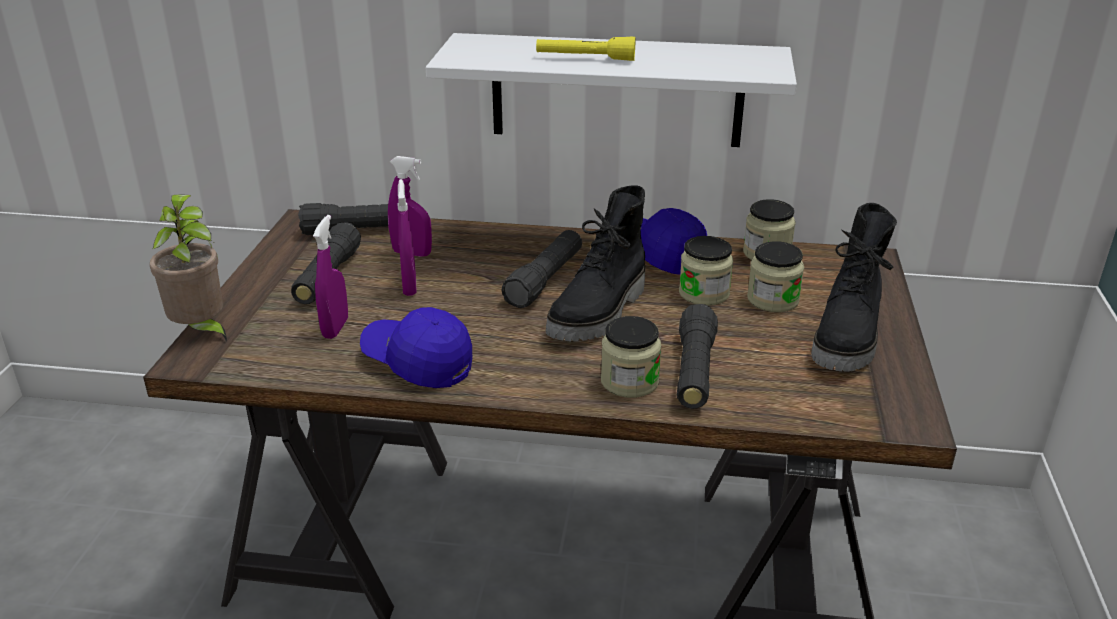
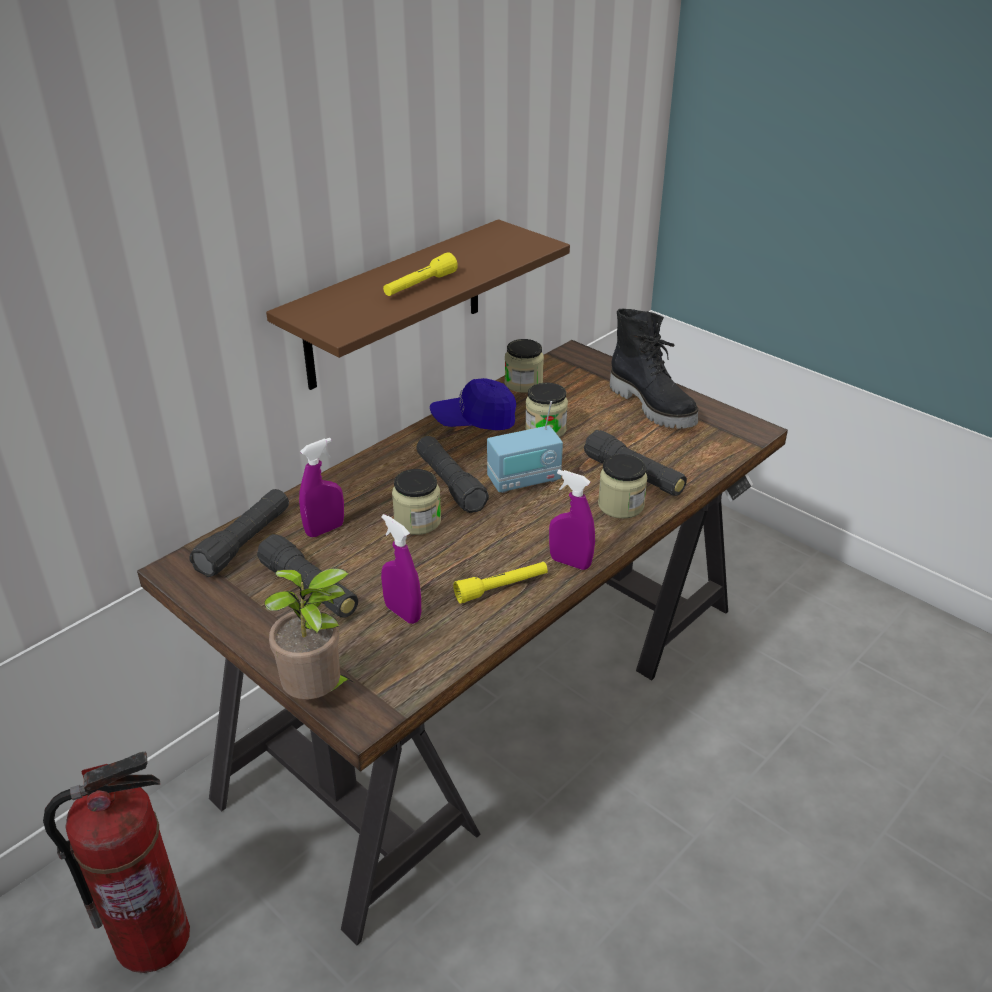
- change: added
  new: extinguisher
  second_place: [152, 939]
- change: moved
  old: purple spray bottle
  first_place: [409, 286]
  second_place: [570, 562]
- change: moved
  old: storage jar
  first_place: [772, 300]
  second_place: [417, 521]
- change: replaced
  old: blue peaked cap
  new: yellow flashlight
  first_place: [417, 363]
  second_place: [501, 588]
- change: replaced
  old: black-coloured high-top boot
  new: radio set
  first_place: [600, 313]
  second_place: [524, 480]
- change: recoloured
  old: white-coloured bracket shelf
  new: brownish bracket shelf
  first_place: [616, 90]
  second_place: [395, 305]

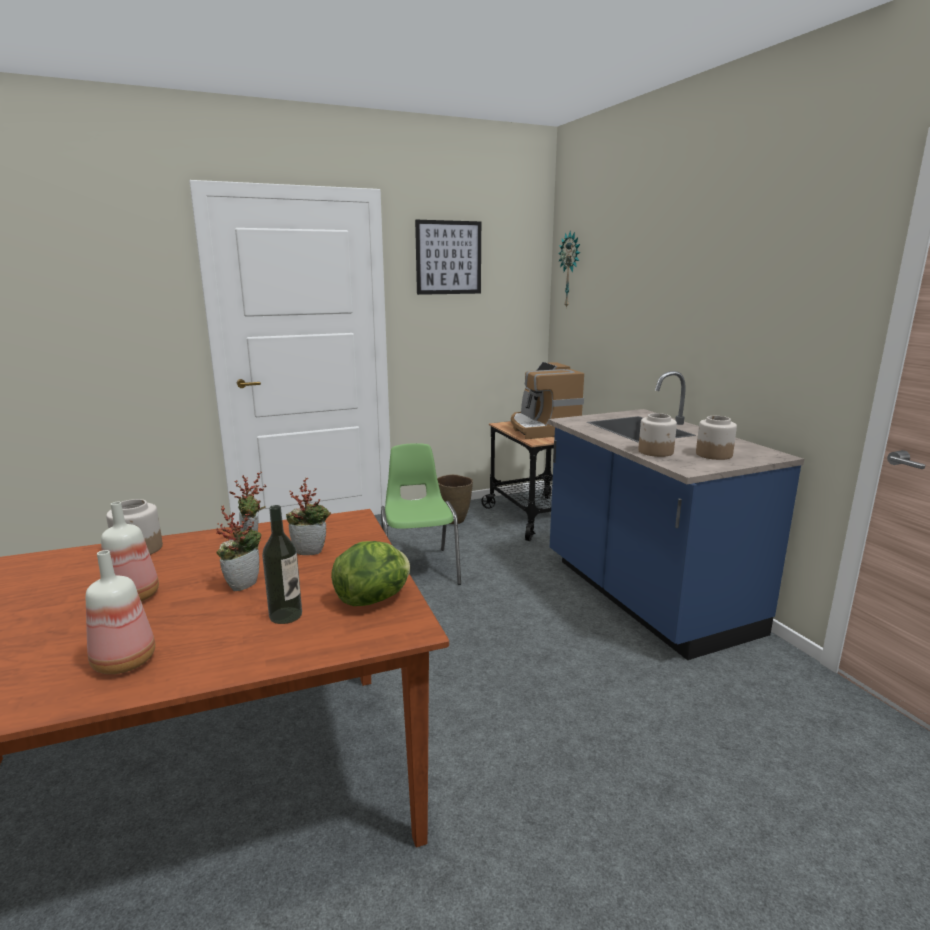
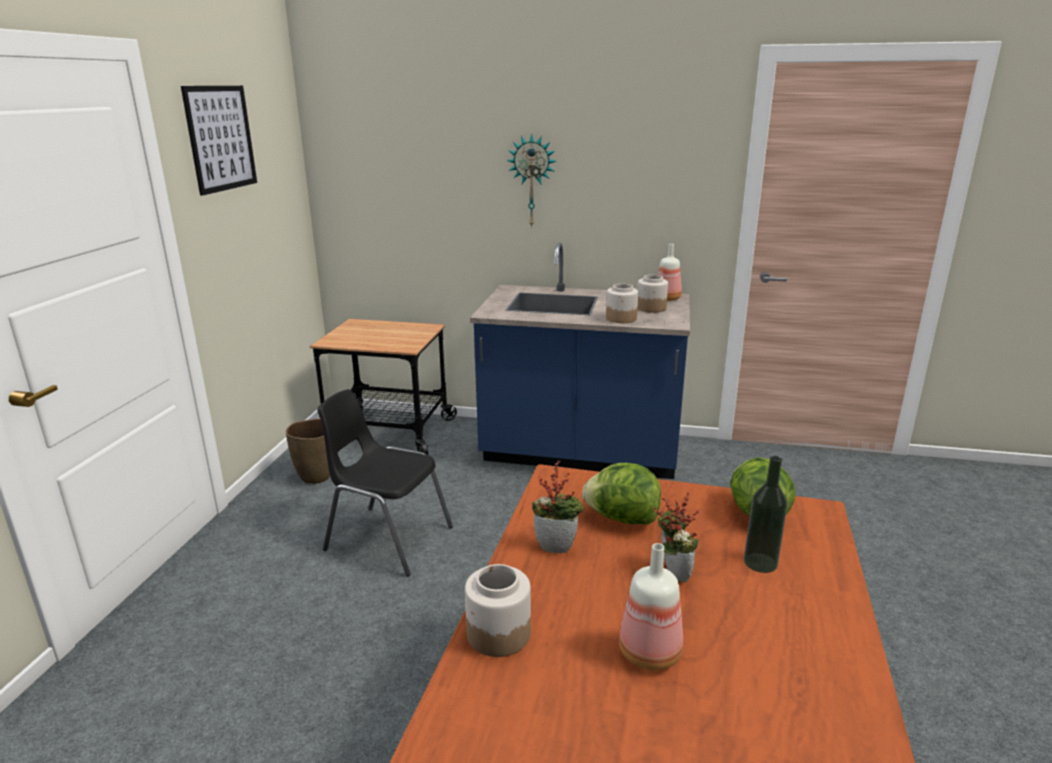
- change: removed
  old: coffee brewer
  first_place: [542, 429]
- change: moved
  old: bottle
  first_place: [126, 662]
  second_place: [668, 298]
- change: moved
  old: clock on the wall
  first_place: [570, 270]
  second_place: [532, 181]
- change: replaced
  old: houseplant
  new: lettuce
  first_place: [311, 551]
  second_place: [622, 519]
- change: recoloured
  old: greenish plain chair
  new: black-coloured plain chair
  first_place: [419, 568]
  second_place: [387, 538]

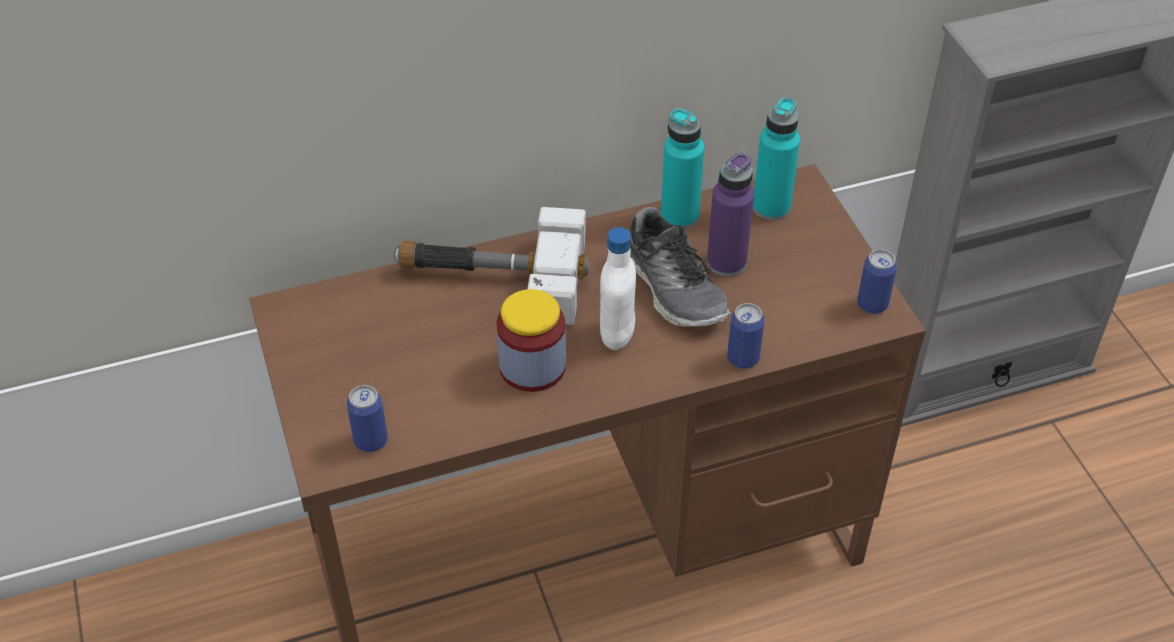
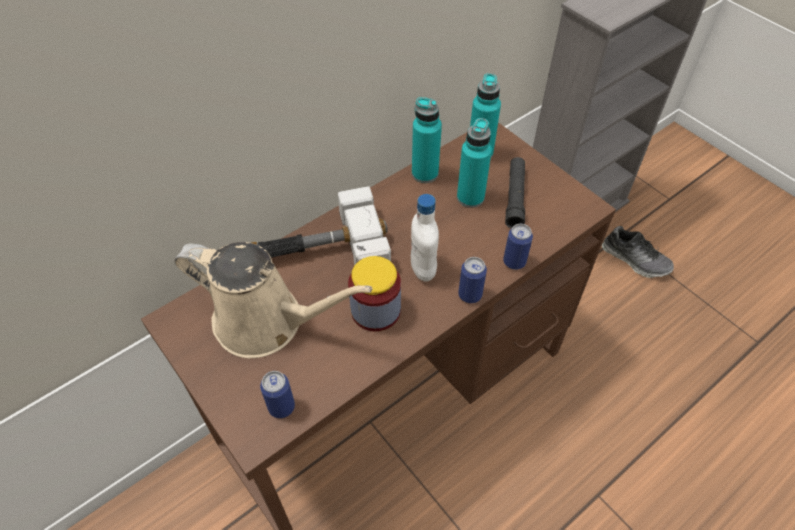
- change: added
  new: beige-coloured sprinkling can
  second_place: [266, 322]
- change: added
  new: black-coloured flashlight
  second_place: [515, 197]
- change: moved
  old: item of footwear
  first_place: [673, 288]
  second_place: [635, 259]
- change: moved
  old: can
  first_place: [872, 304]
  second_place: [470, 295]
- change: recoloured
  old: purple bottle
  new: turquoise-coloured bottle
  first_place: [726, 262]
  second_place: [470, 197]

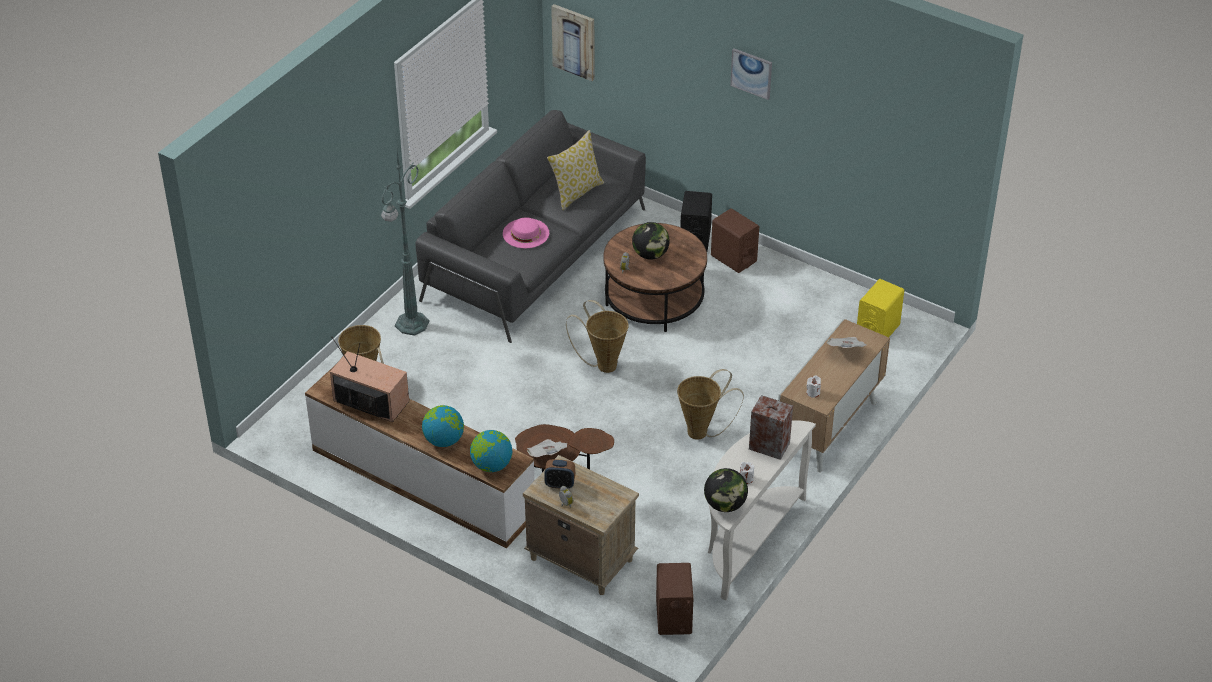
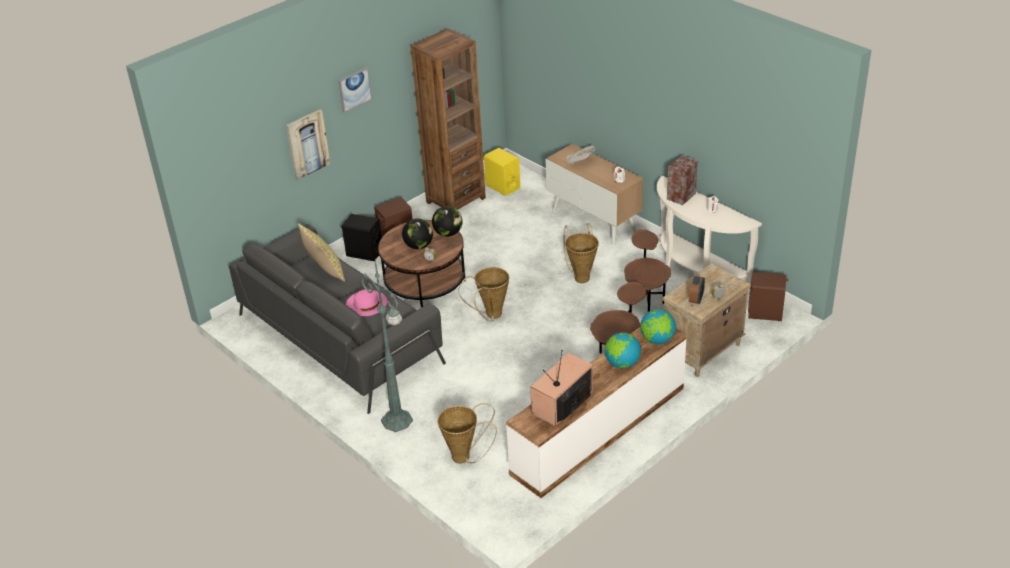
- change: removed
  old: daily paper
  first_place: [547, 455]
- change: added
  new: brownish bookcase
  second_place: [455, 200]
- change: added
  new: brownish side table
  second_place: [645, 298]
- change: moved
  old: picture
  first_place: [574, 41]
  second_place: [307, 144]
- change: moved
  old: world globe
  first_place: [725, 505]
  second_place: [448, 233]

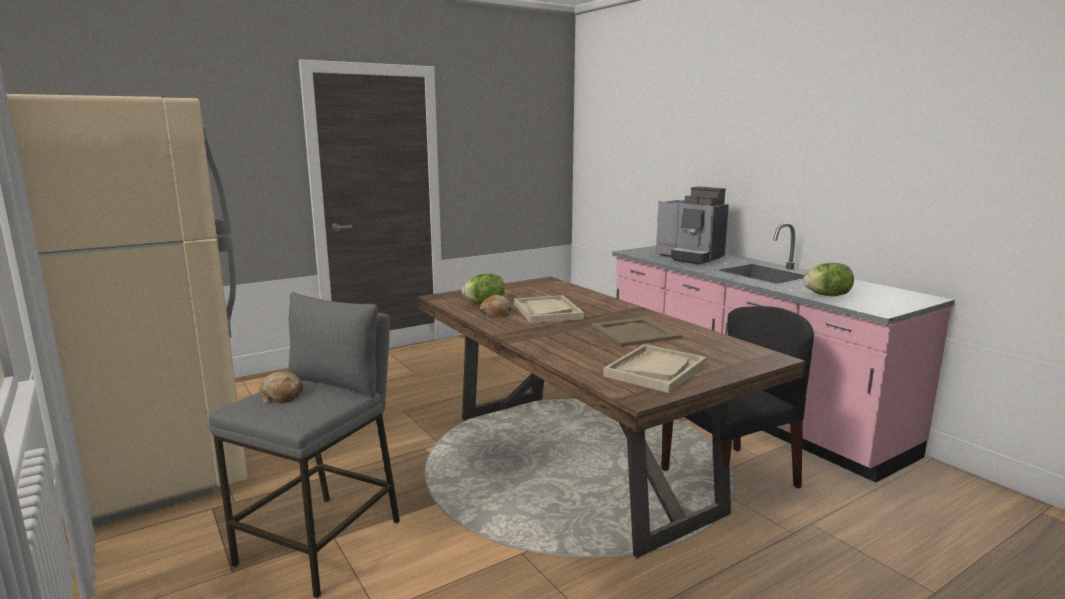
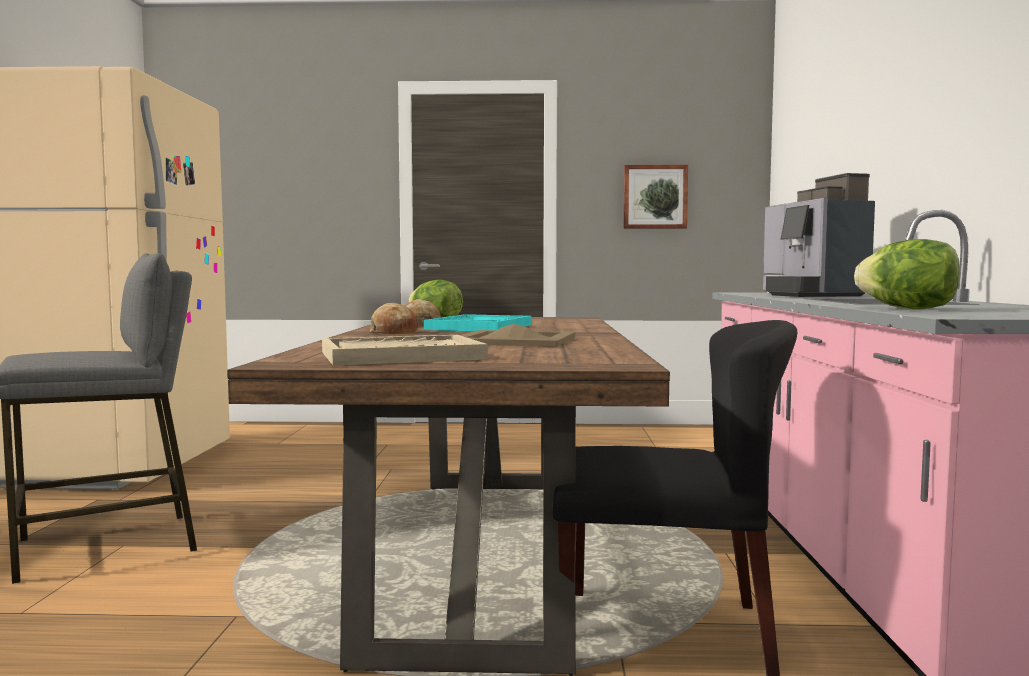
- change: added
  new: picture
  second_place: [654, 197]
- change: moved
  old: bakery bread
  first_place: [282, 396]
  second_place: [393, 332]
- change: recoloured
  old: beige-coloured carrying tray
  new: turquoise-coloured carrying tray
  first_place: [547, 311]
  second_place: [479, 327]

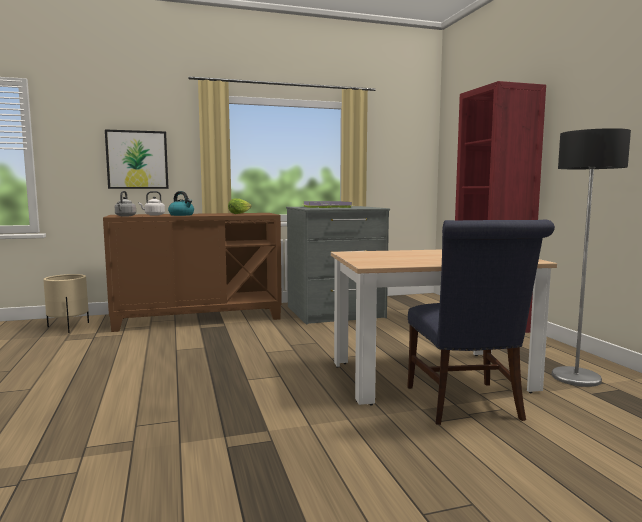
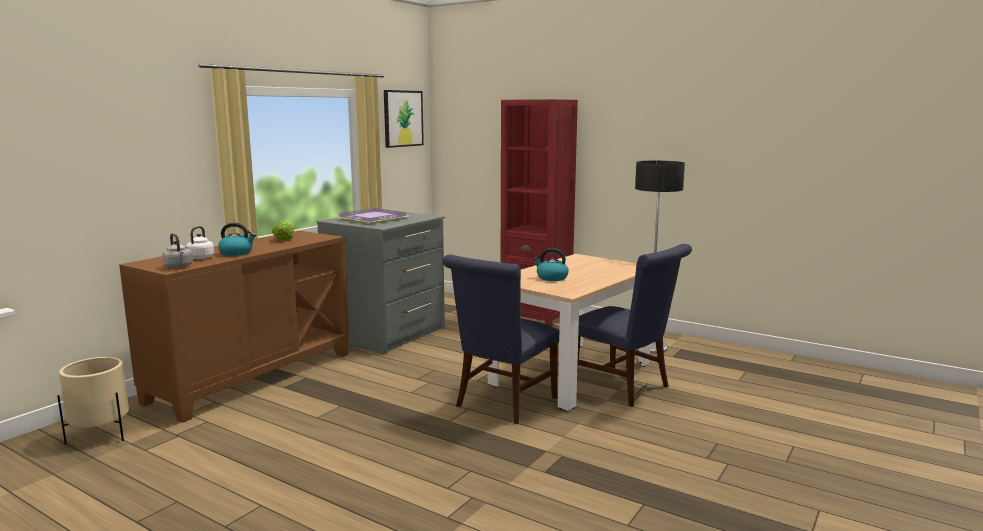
- change: added
  new: blue plain chair
  second_place: [502, 404]
- change: added
  new: tea kettle
  second_place: [551, 278]
- change: moved
  old: picture
  first_place: [137, 160]
  second_place: [403, 118]

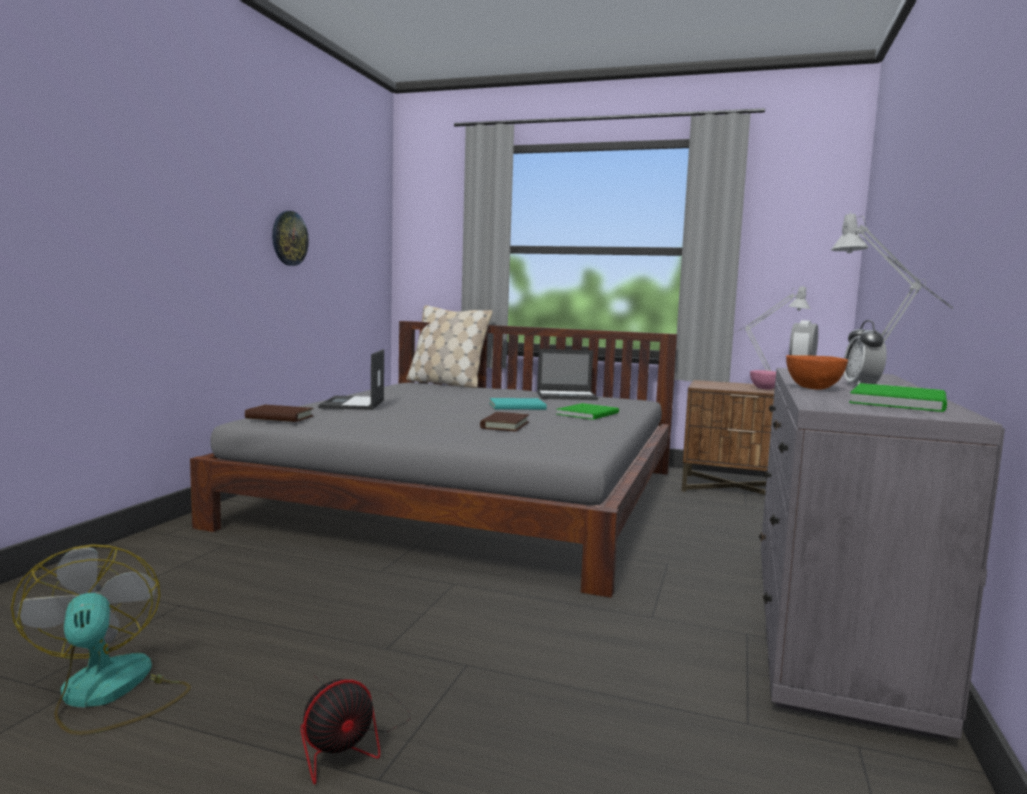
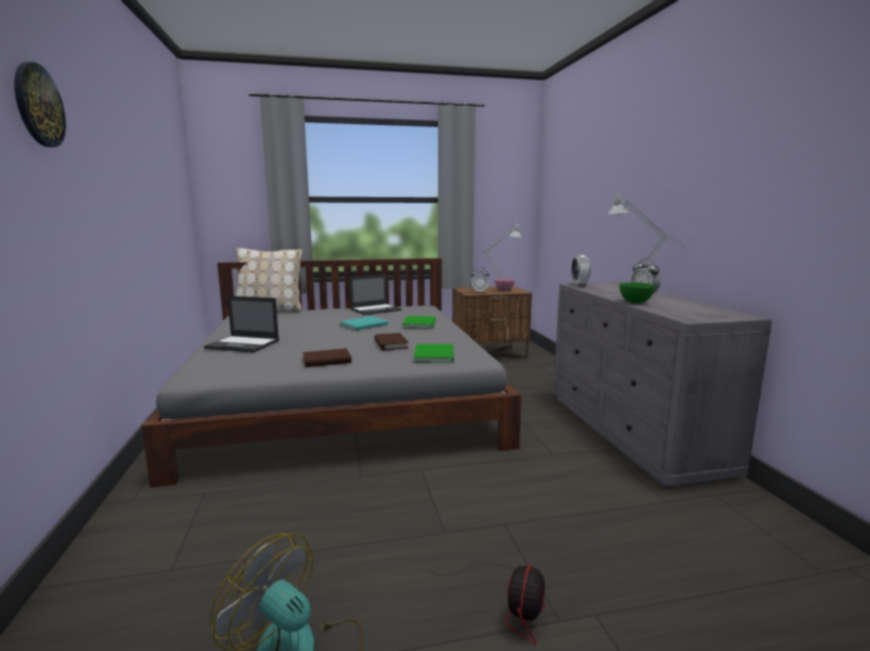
- change: added
  new: bedside clock
  second_place: [479, 292]
- change: moved
  old: brownish bound book
  first_place: [279, 417]
  second_place: [327, 361]
- change: moved
  old: clock on the wall
  first_place: [289, 238]
  second_place: [38, 105]
- change: moved
  old: greenish bound book
  first_place: [901, 401]
  second_place: [435, 354]
- change: recoloured
  old: orange deep dish
  new: greenish deep dish
  first_place: [814, 388]
  second_place: [635, 302]
- change: turned
  old: portable computer
  first_place: [353, 404]
  second_place: [243, 344]
  degrees: -45

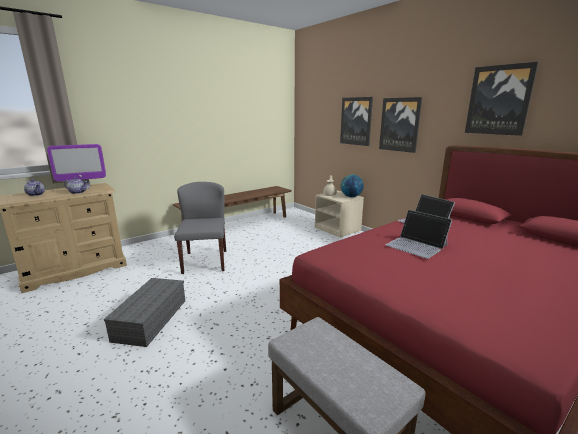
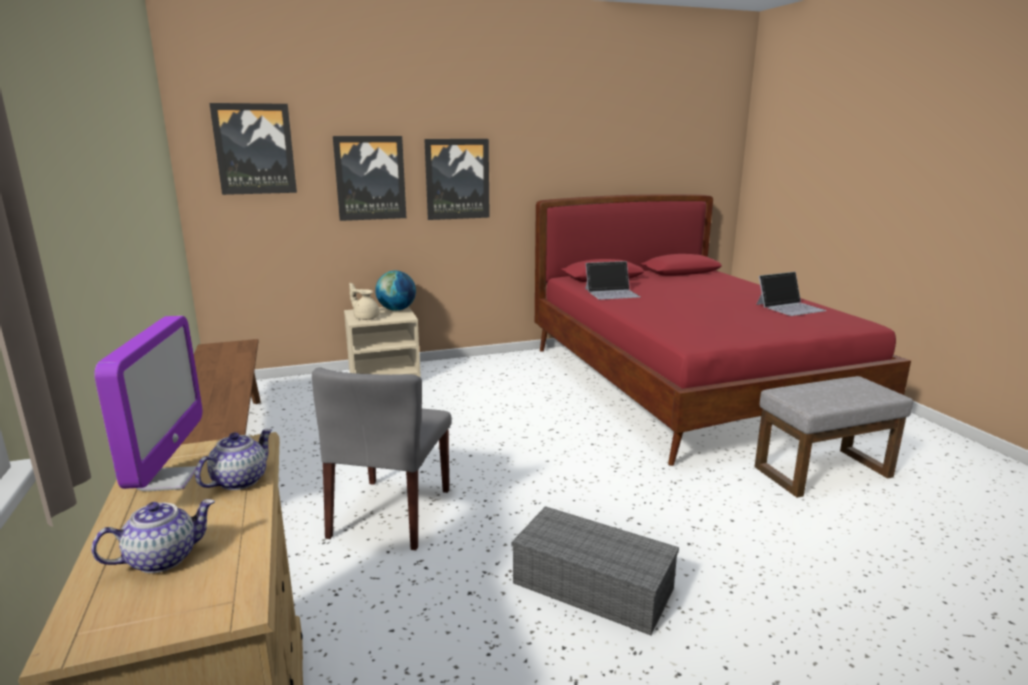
- change: moved
  old: portable computer
  first_place: [416, 245]
  second_place: [790, 307]
- change: moved
  old: picture
  first_place: [499, 100]
  second_place: [254, 149]
- change: turned
  old: grey plain chair
  first_place: [205, 261]
  second_place: [391, 513]
  degrees: -90

